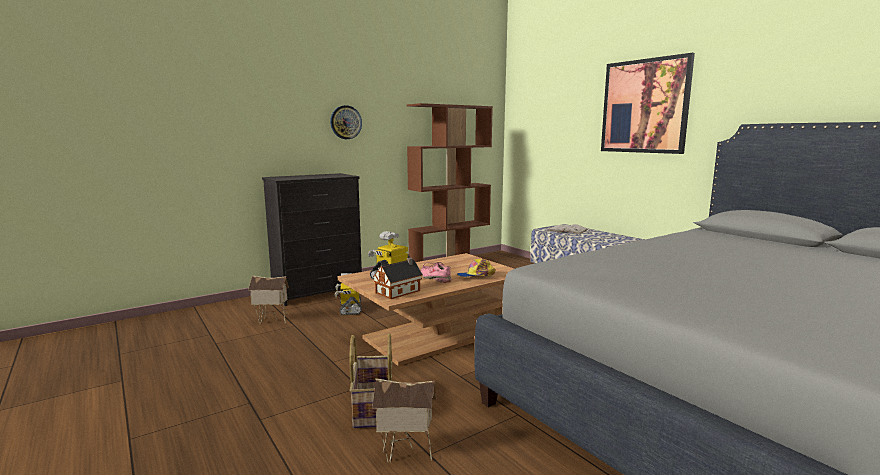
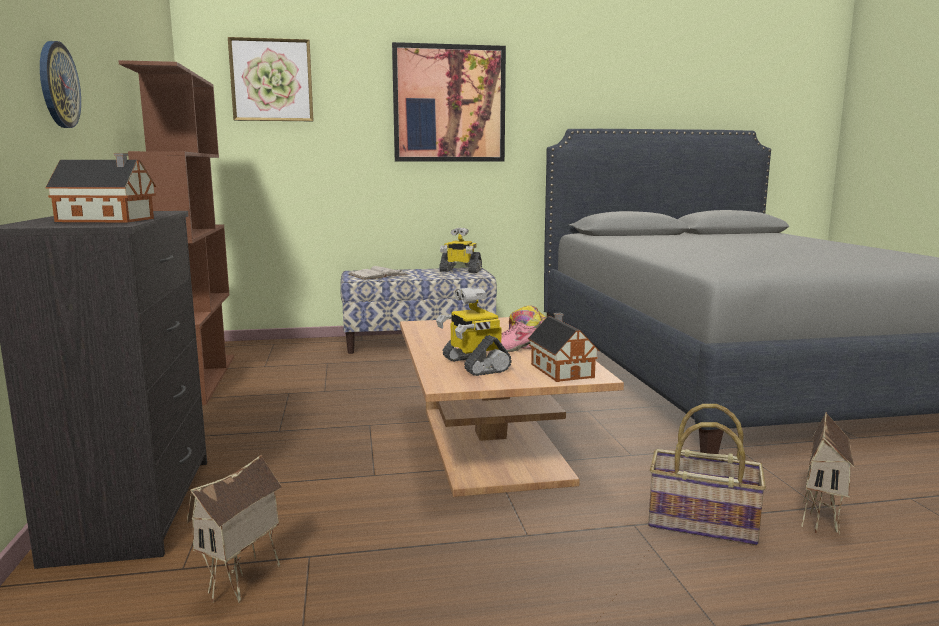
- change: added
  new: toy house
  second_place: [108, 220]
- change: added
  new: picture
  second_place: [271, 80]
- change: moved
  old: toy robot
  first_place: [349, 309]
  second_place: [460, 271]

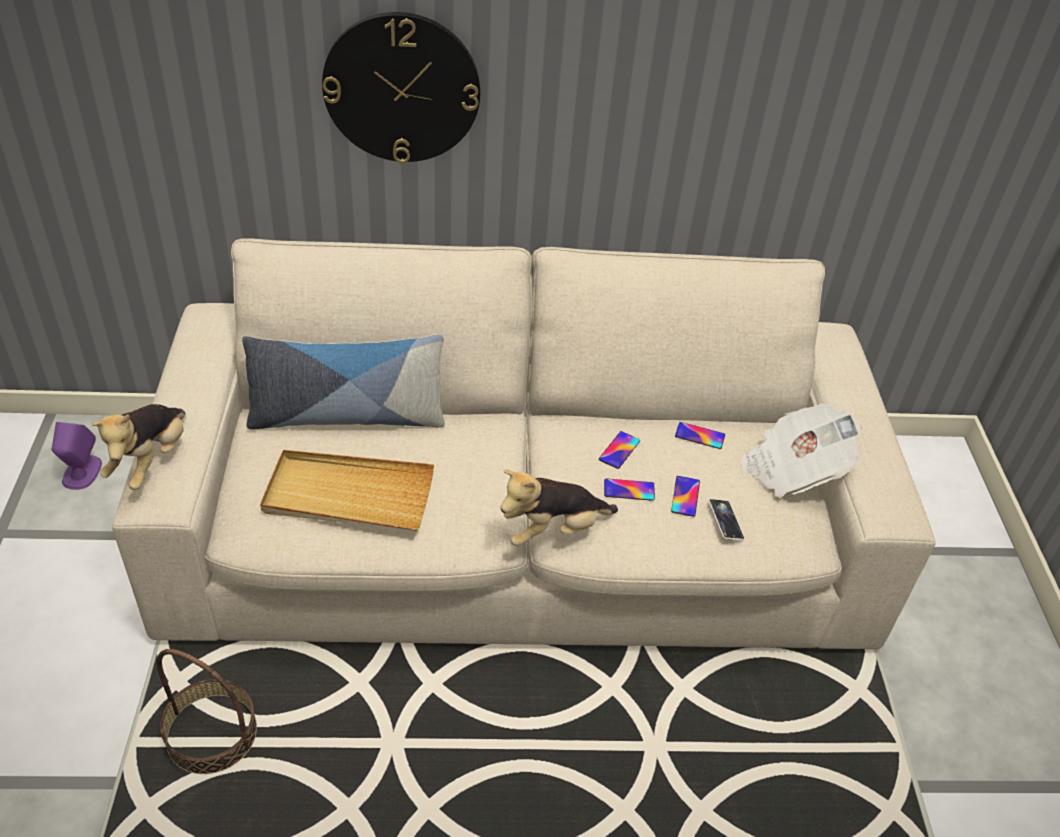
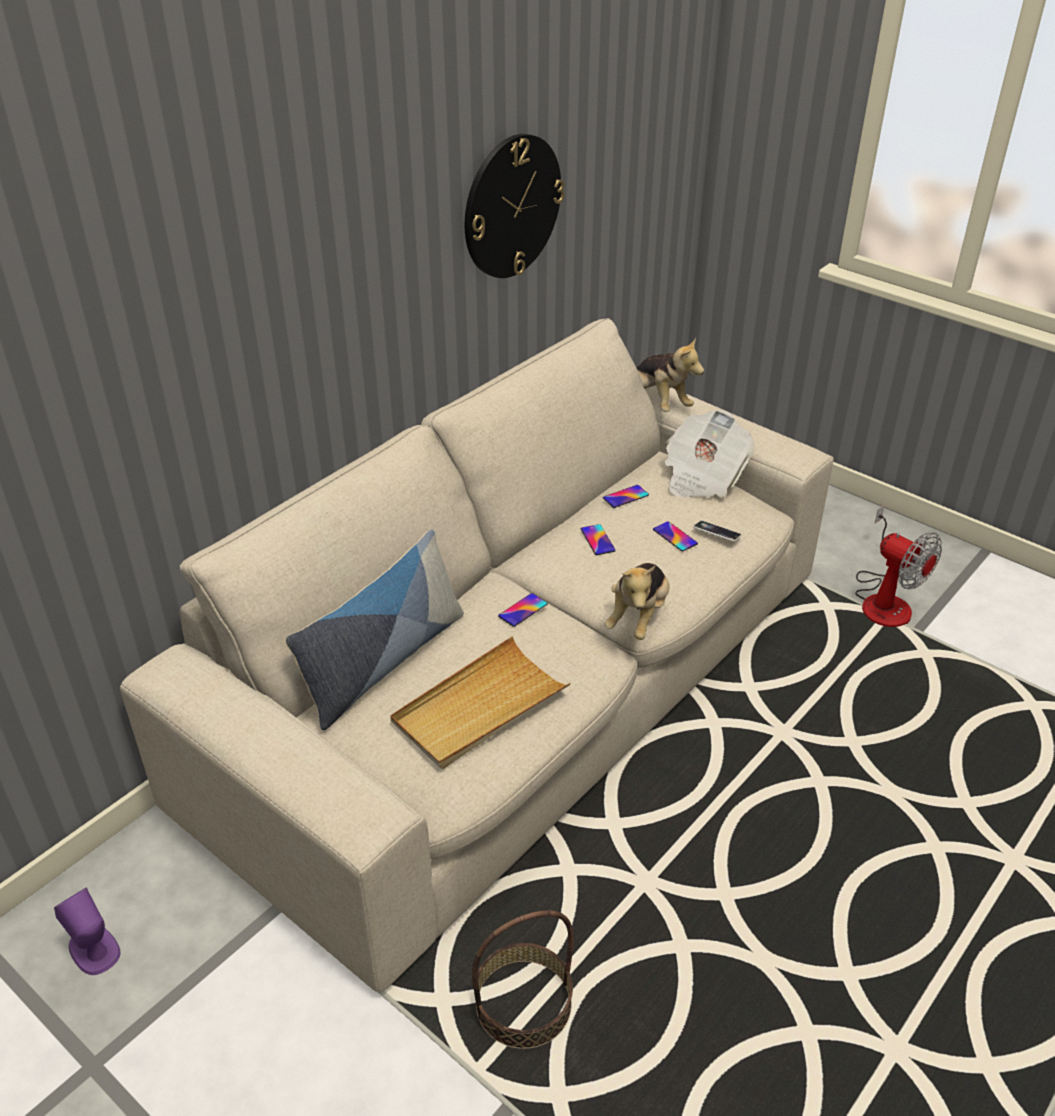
- change: added
  new: cooling fan
  second_place: [884, 600]
- change: moved
  old: cuddly toy
  first_place: [150, 461]
  second_place: [657, 402]
- change: moved
  old: clock on the wall
  first_place: [402, 88]
  second_place: [512, 206]
- change: moved
  old: telephone
  first_place: [629, 490]
  second_place: [523, 610]

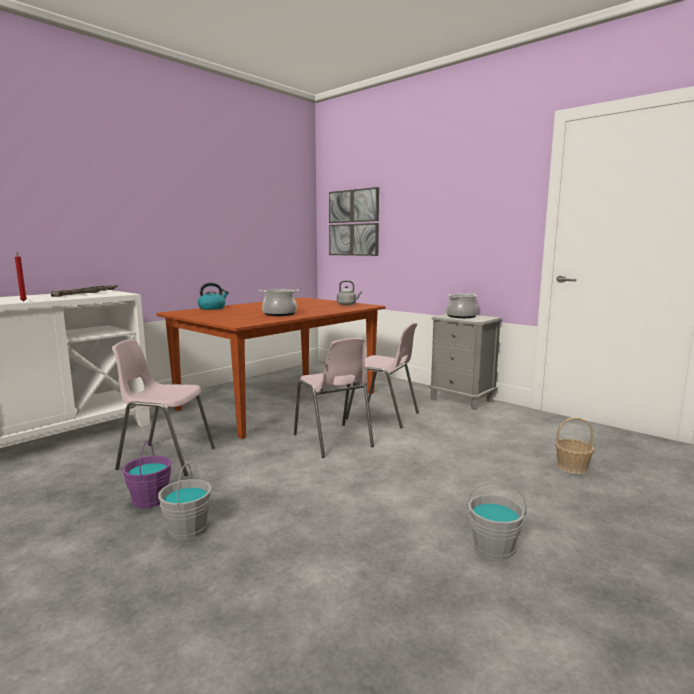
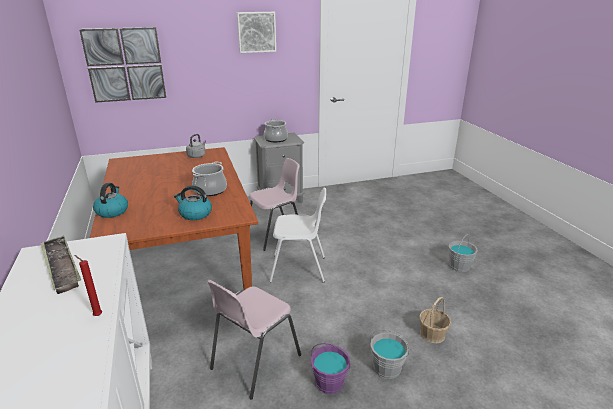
- change: added
  new: tea kettle
  second_place: [195, 214]
- change: added
  new: picture
  second_place: [256, 32]
- change: moved
  old: basket
  first_place: [572, 467]
  second_place: [432, 334]
- change: recoloured
  old: pinkish plain chair
  new: white-coloured plain chair
  first_place: [333, 441]
  second_place: [299, 269]

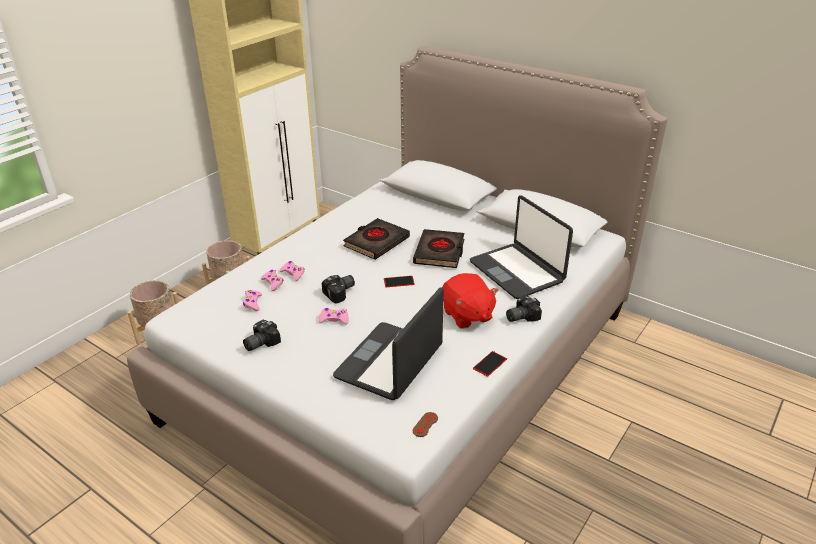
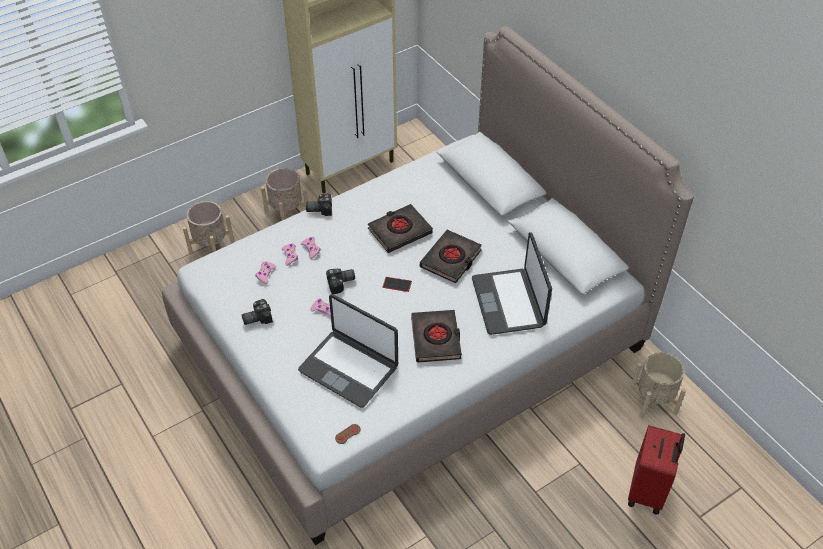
- change: removed
  old: telephone
  first_place: [490, 364]
- change: added
  new: reddish piece of luggage
  second_place: [648, 491]
- change: added
  new: beige-coloured plant pot
  second_place: [653, 400]
- change: moved
  old: photo camera
  first_place: [520, 316]
  second_place: [319, 209]
- change: replaced
  old: reddish cuddly toy
  new: black-coloured bound book
  first_place: [467, 315]
  second_place: [436, 339]
- change: turned
  old: portable computer
  first_place: [390, 362]
  second_place: [349, 368]
  degrees: -105

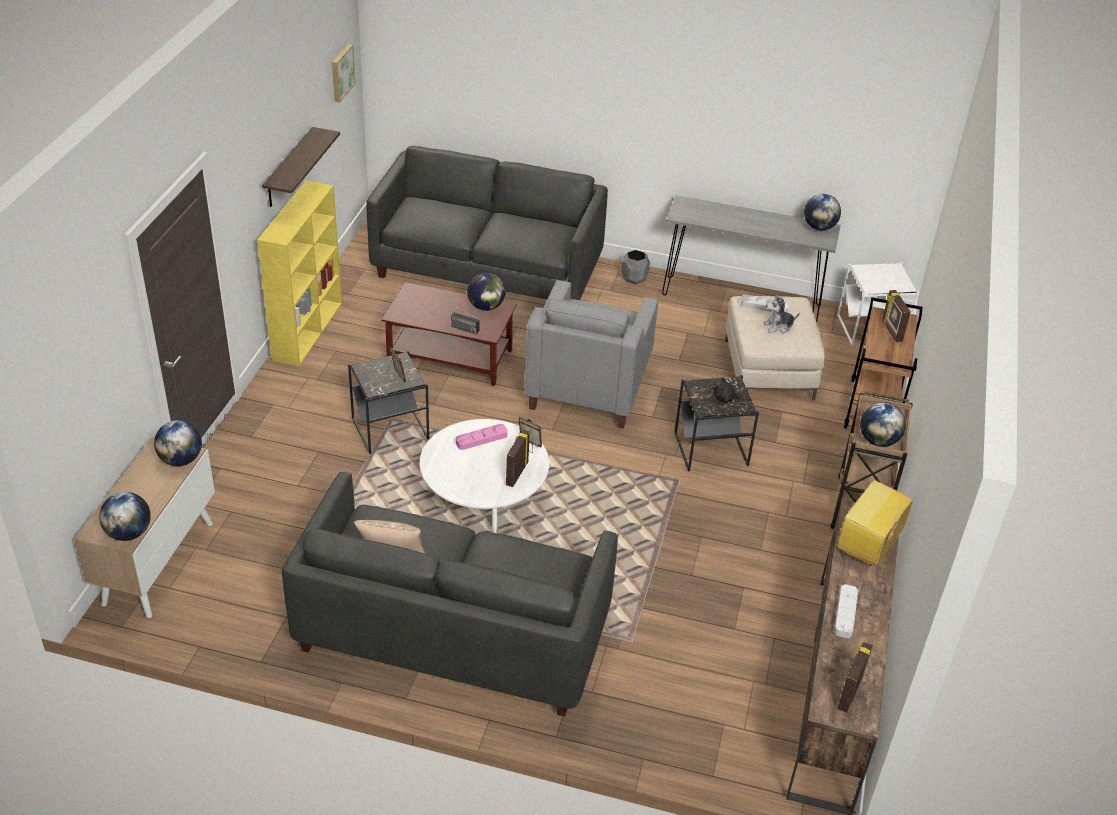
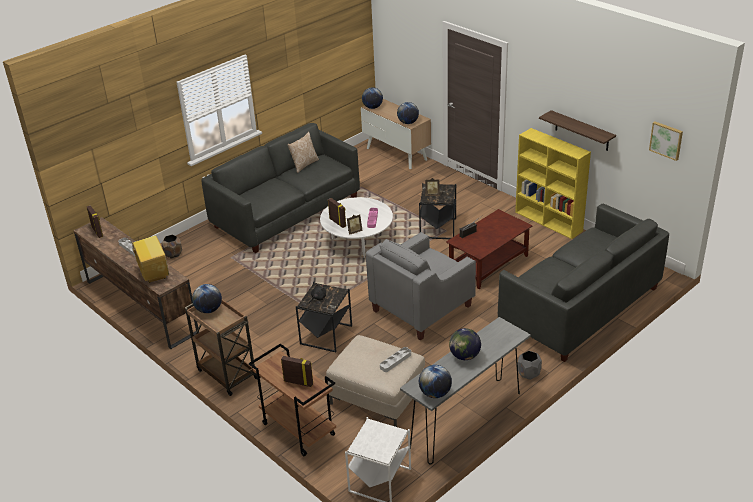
- change: removed
  old: cuddly toy
  first_place: [778, 326]
- change: added
  new: brownish plant pot
  second_place: [173, 254]
- change: moved
  old: world globe
  first_place: [486, 307]
  second_place: [465, 356]
- change: turned
  old: grey armchair
  first_place: [588, 386]
  second_place: [421, 308]
  degrees: -90

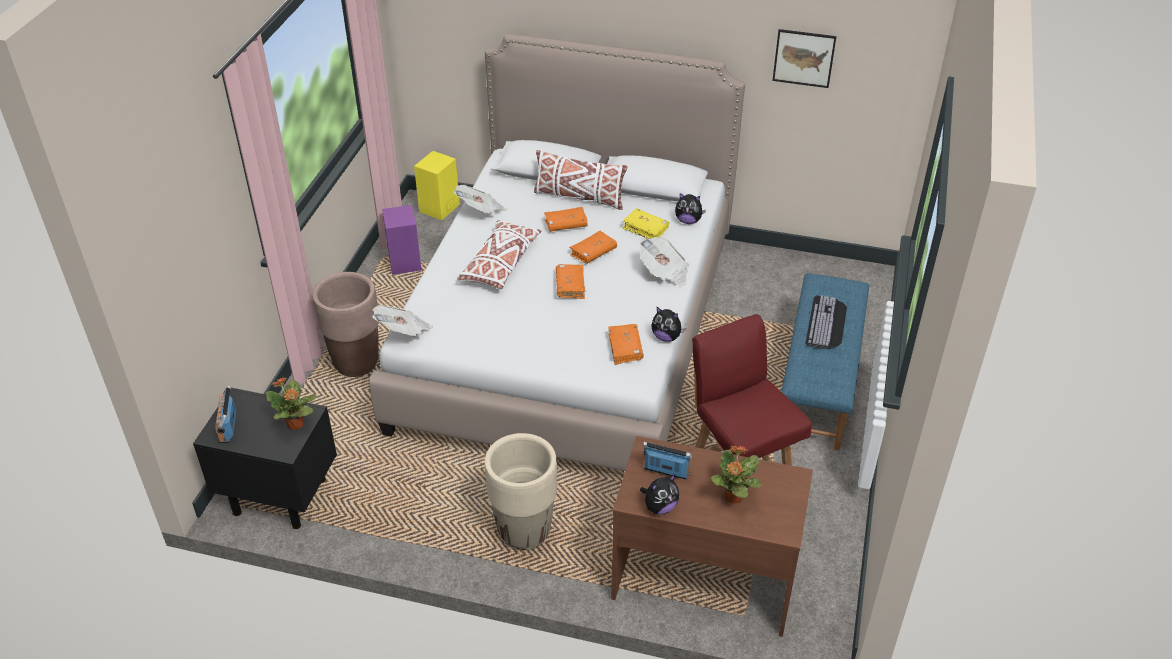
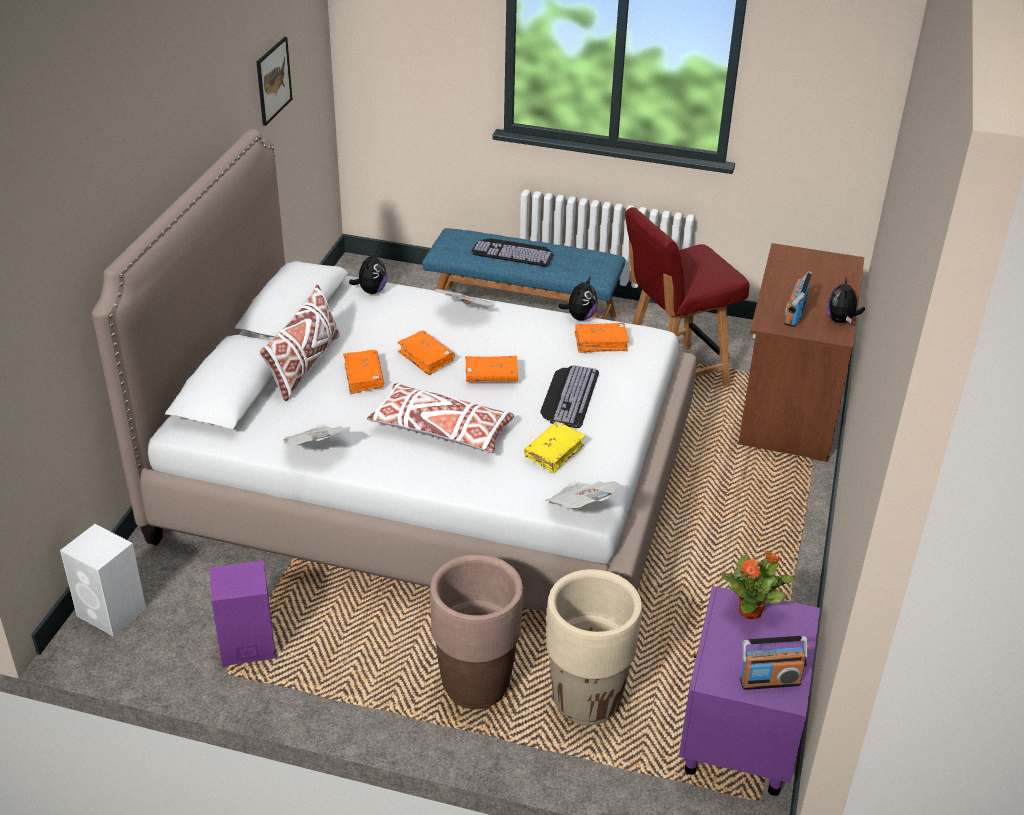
- change: removed
  old: houseplant
  first_place: [733, 497]
- change: added
  new: computer keyboard
  second_place: [568, 395]
- change: moved
  old: beige-coloured plant pot
  first_place: [524, 532]
  second_place: [586, 702]
- change: moved
  old: yellow bound book
  first_place: [645, 229]
  second_place: [554, 452]
- change: recoloured
  old: black-coloured night table
  new: purple night table
  first_place: [278, 496]
  second_place: [737, 747]
- change: recoloured
  old: yellow speaker
  new: white-coloured speaker
  first_place: [439, 208]
  second_place: [112, 613]
- change: turned
  old: cuddly toy
  first_place: [660, 507]
  second_place: [841, 321]
  degrees: -135

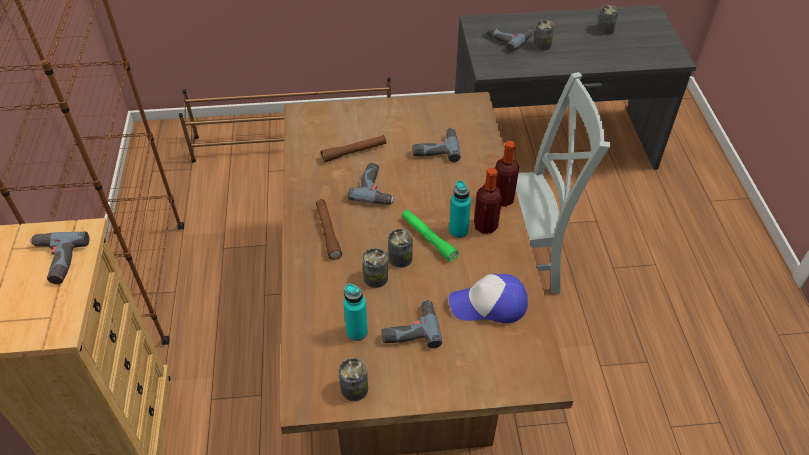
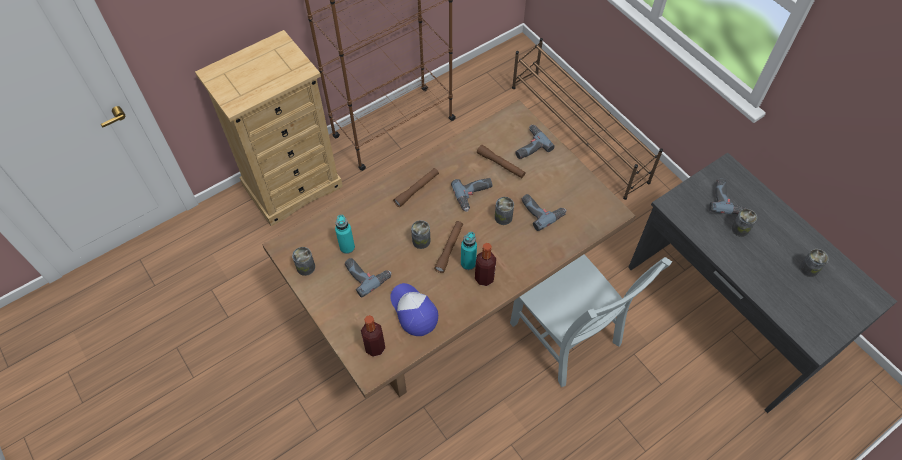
- change: moved
  old: power drill
  first_place: [55, 261]
  second_place: [529, 145]
- change: moved
  old: can
  first_place: [375, 278]
  second_place: [503, 217]
- change: moved
  old: bottle
  first_place: [502, 199]
  second_place: [375, 347]
- change: recoloured
  old: greenish flashlight
  new: brownish flashlight
  first_place: [428, 238]
  second_place: [449, 249]

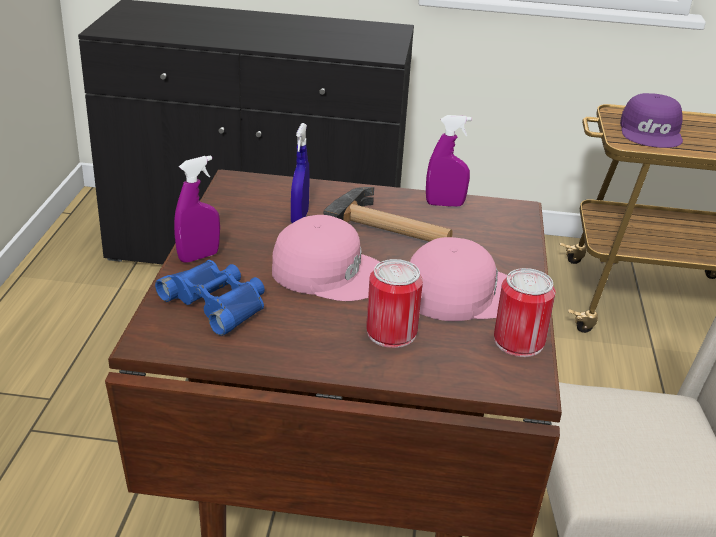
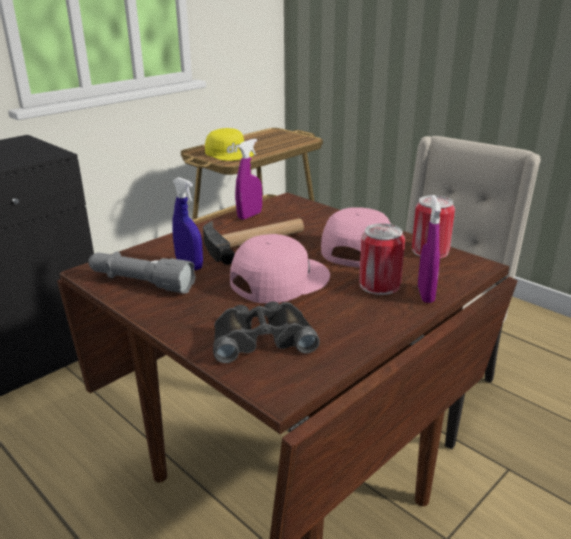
- change: added
  new: grey flashlight
  second_place: [140, 283]
- change: moved
  old: purple spray bottle
  first_place: [198, 257]
  second_place: [425, 294]
- change: recoloured
  old: blue binoculars
  new: black-coloured binoculars
  first_place: [217, 303]
  second_place: [262, 338]
- change: recoloured
  old: purple peaked cap
  new: yellow peaked cap
  first_place: [652, 132]
  second_place: [229, 153]

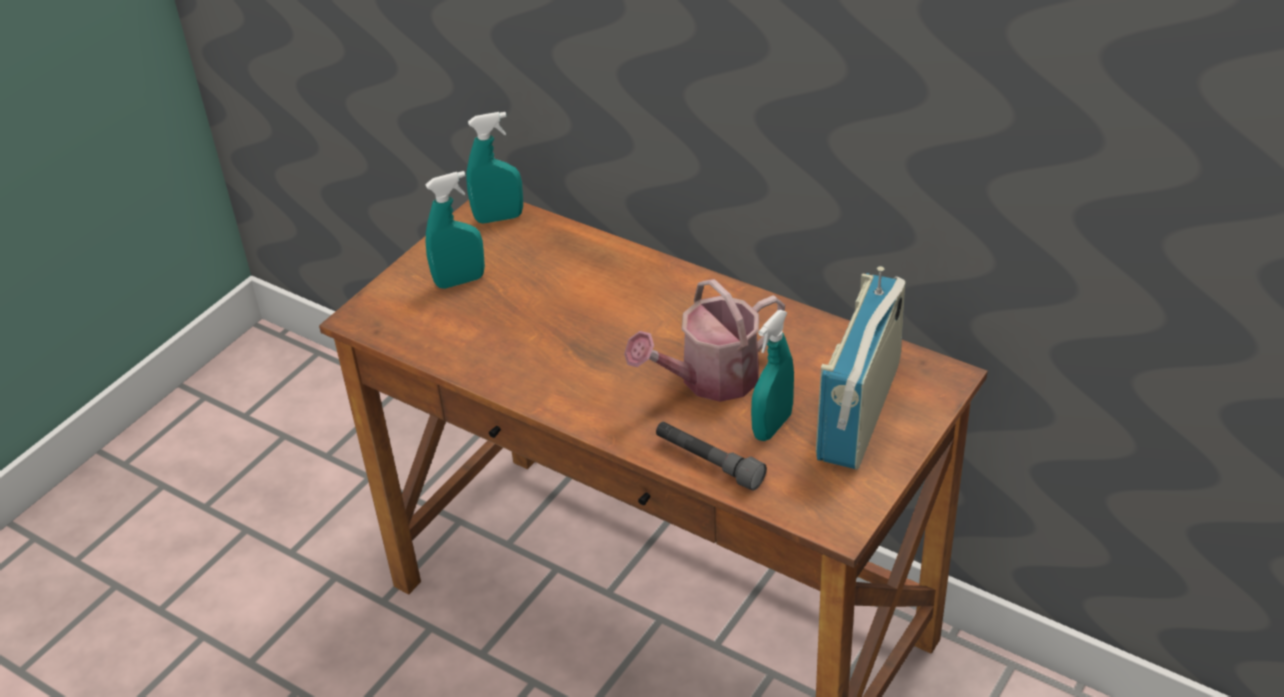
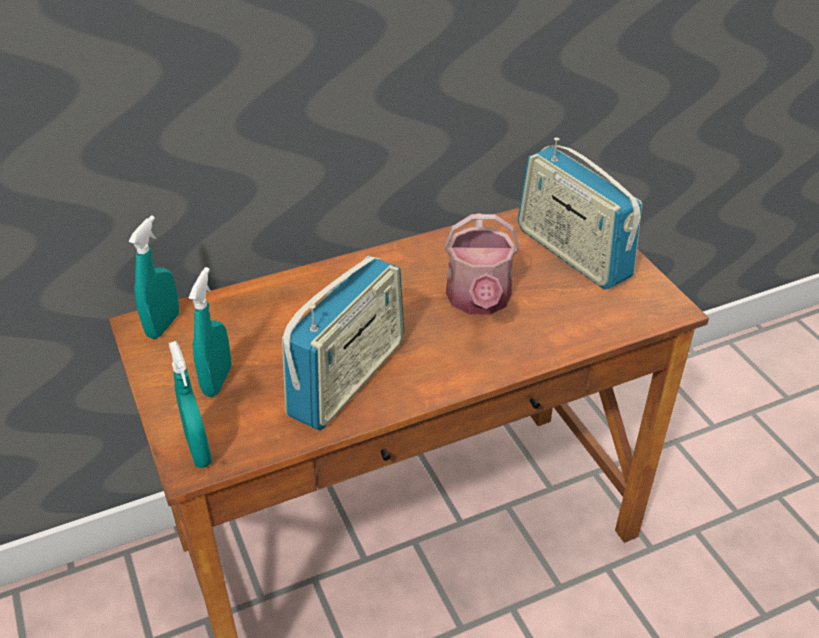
- change: removed
  old: grey flashlight
  first_place: [708, 462]
- change: added
  new: radio set
  second_place: [348, 379]
- change: moved
  old: turquoise-coloured spray bottle
  first_place: [772, 426]
  second_place: [198, 450]

